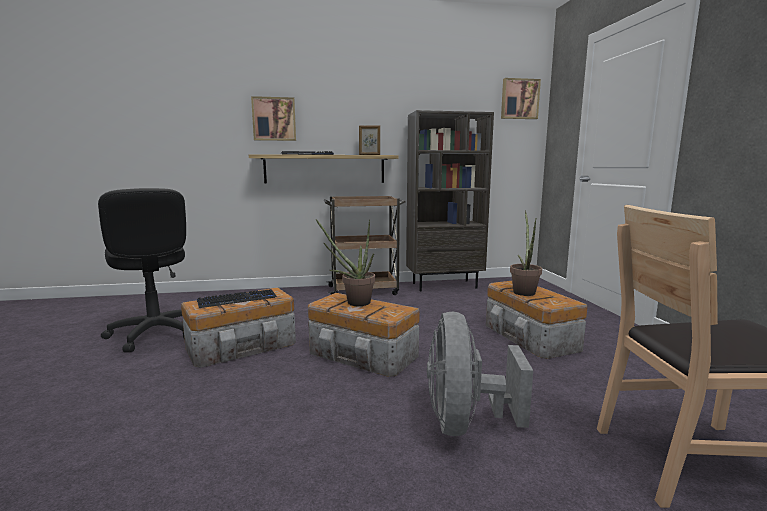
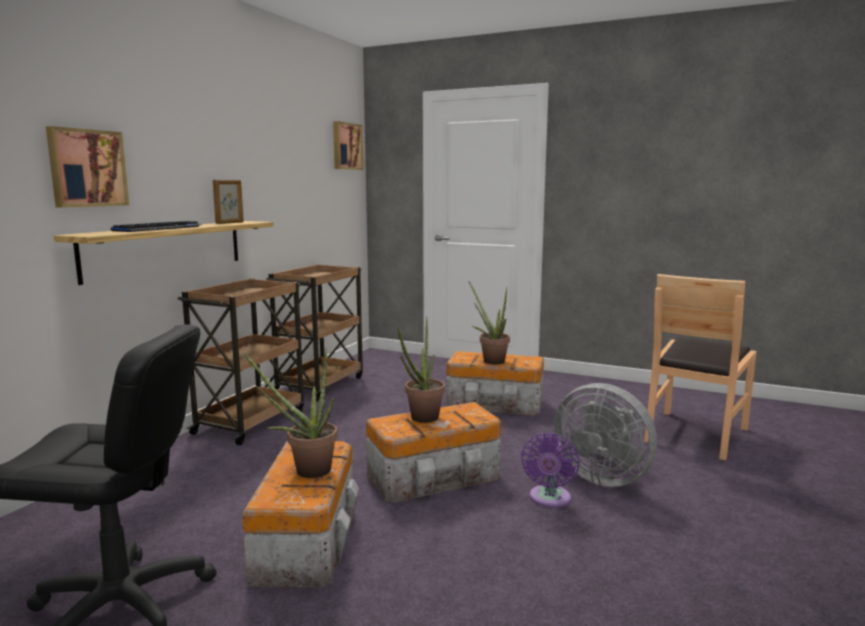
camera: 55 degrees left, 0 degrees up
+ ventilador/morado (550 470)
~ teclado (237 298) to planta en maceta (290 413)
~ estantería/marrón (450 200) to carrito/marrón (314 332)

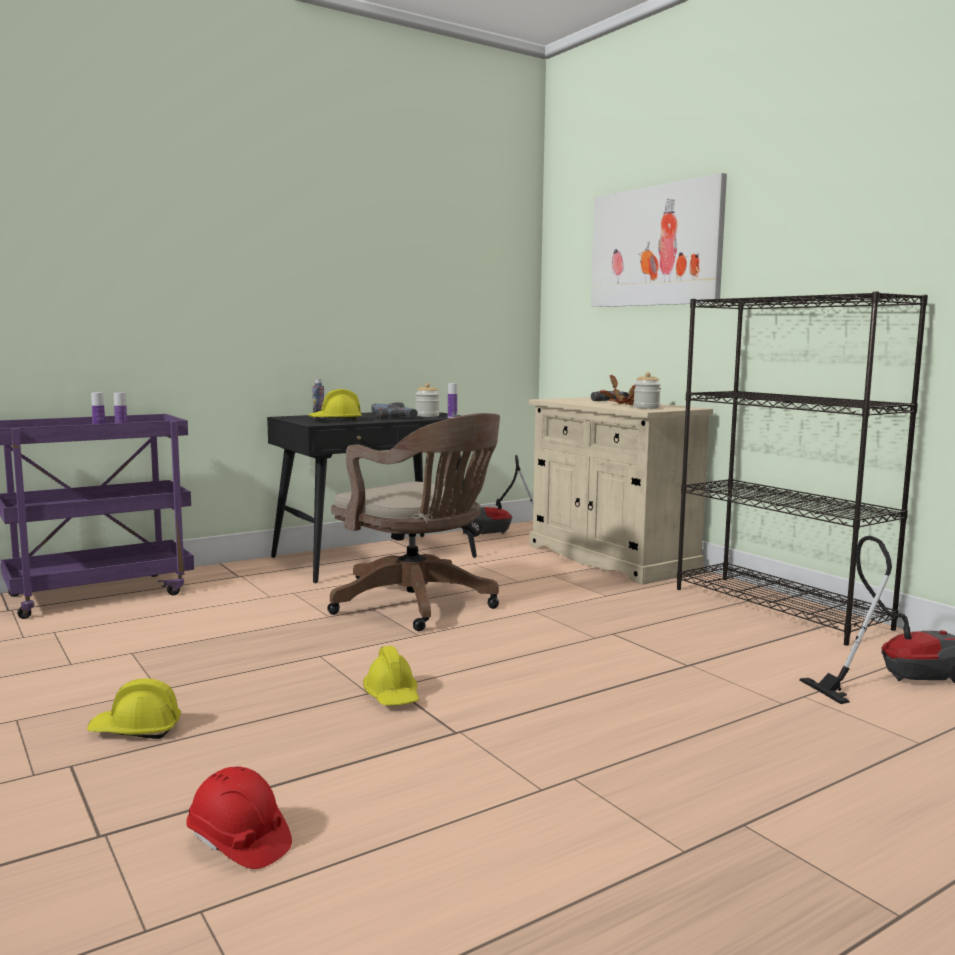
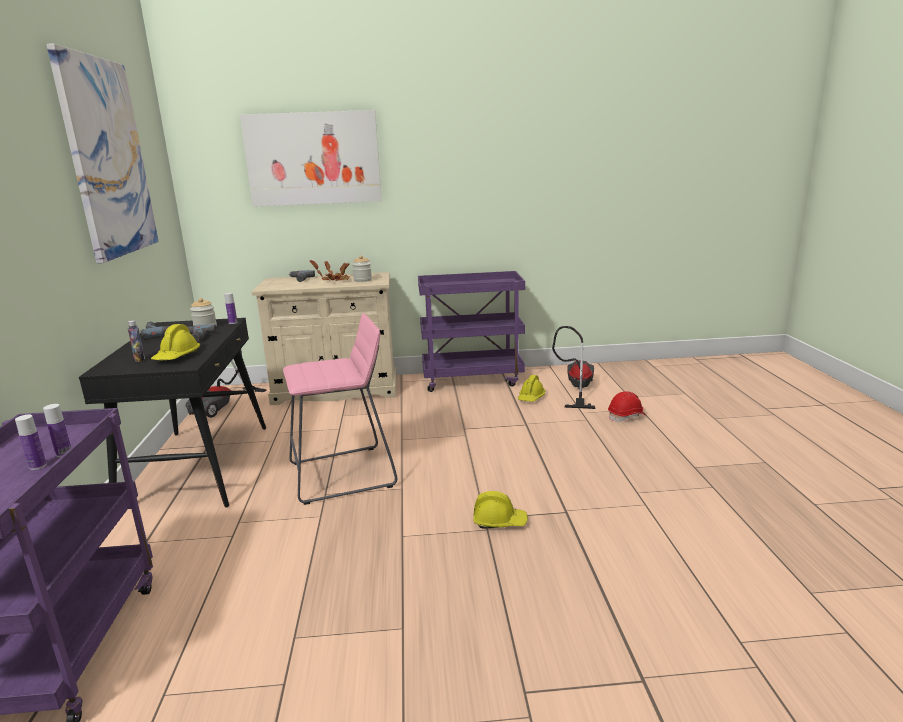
camera: 60 degrees left, 10 degrees up
+ cuadro (102 153)
~ casco/amarillo (134 708) to (531 388)
~ casco/rojo (239 817) to (627 406)
~ silla de oficina/marrón (413 522) to taburete/rosa (340 409)
~ estantería/negro (802 469) to carrito/morado (471 331)

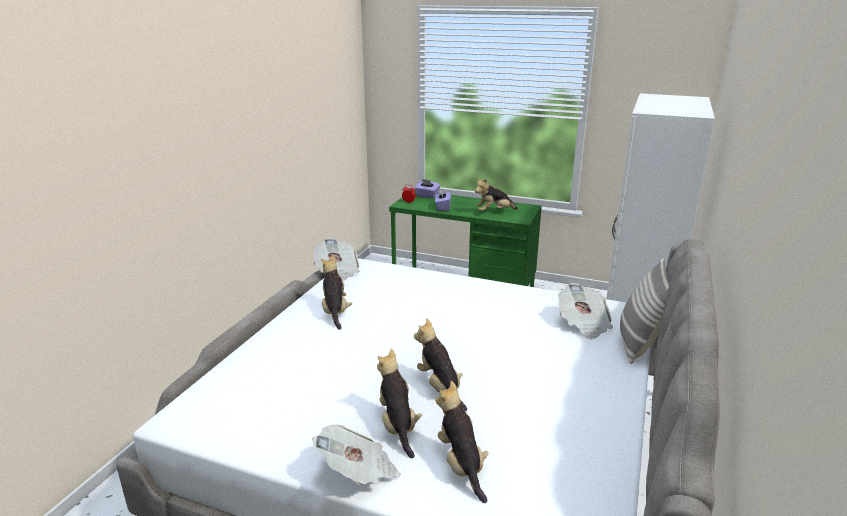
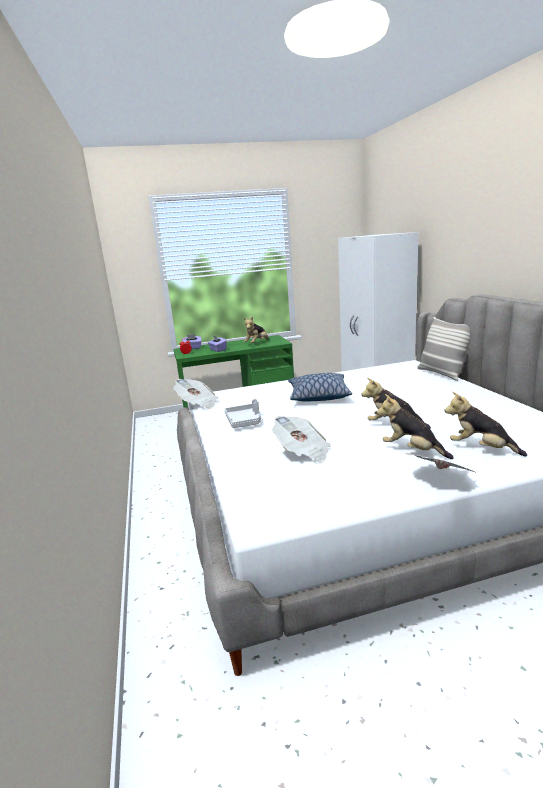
camera: 35 degrees left, 5 degrees down
+ cojín (320 387)
~ periódico (585 311) to (301 439)
~ peluche (336 292) to bandeja/gris (242 413)

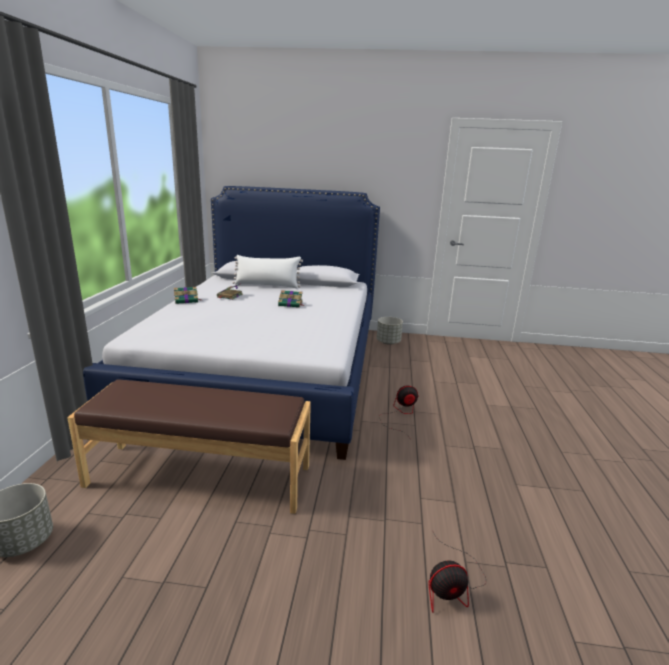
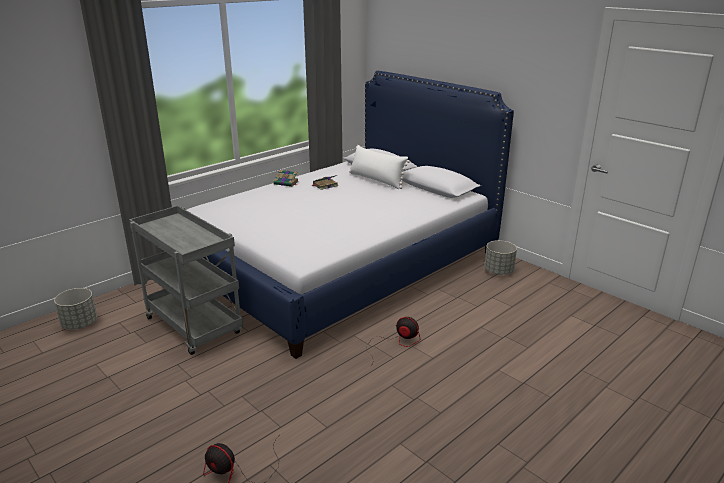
camera: 40 degrees right, 5 degrees up
- libro (291 299)
~ banco/marrón (189 446) to carrito/gris (186 280)

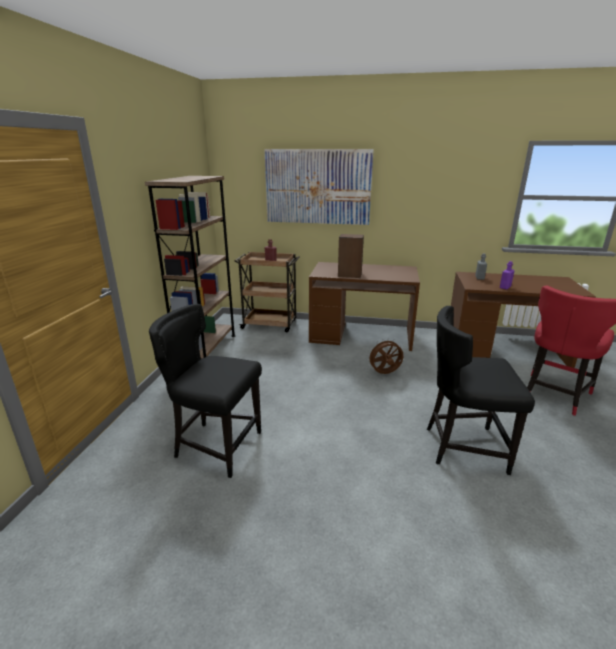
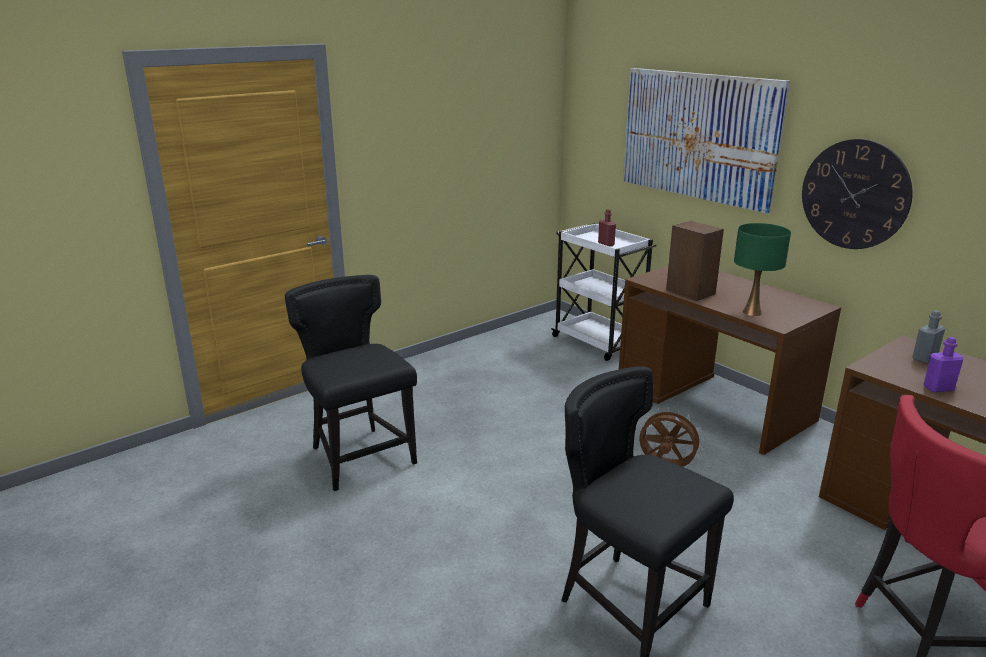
camera: 40 degrees right, 0 degrees up
- estantería/marrón (190 267)
+ lámpara de mesa/verde (762 269)
+ reloj de pared (857 194)
~ carrito/marrón (267 292) to carrito/blanco (603 292)

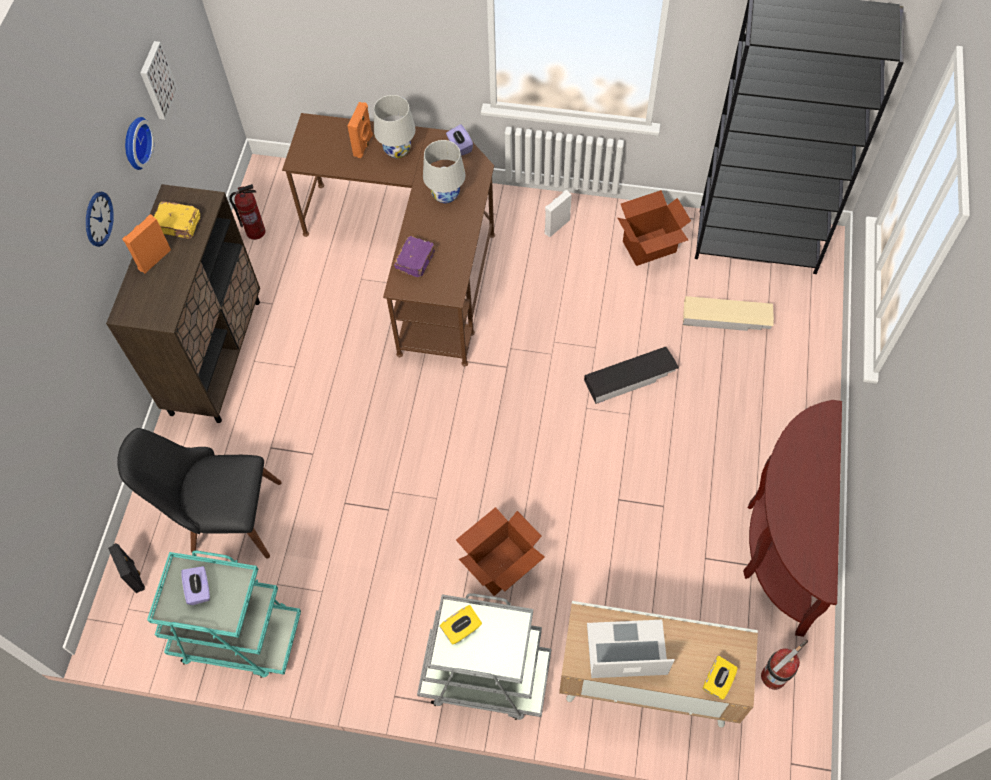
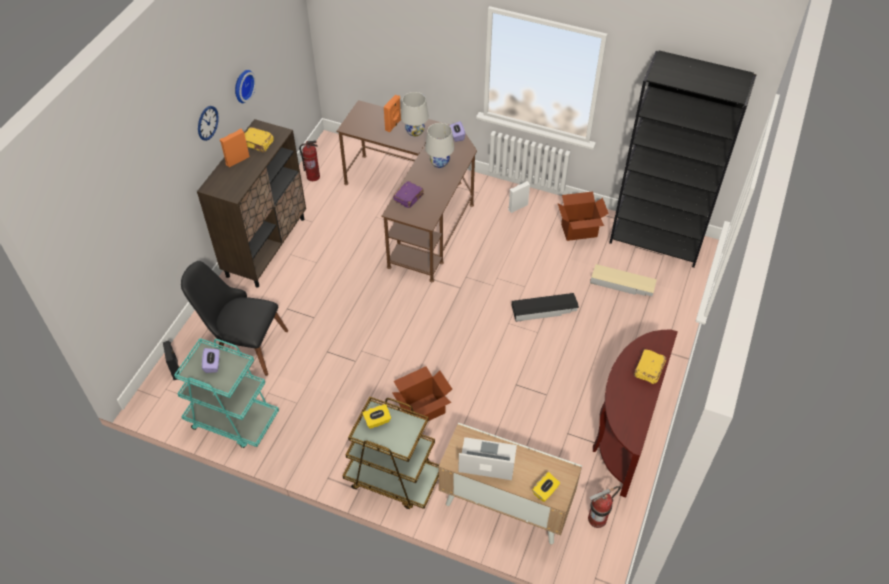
camera: 10 degrees right, 10 degrees down
- cuadro (159 80)
+ libro/amarillo (650 366)
~ carrito/gris (484 656) to carrito/marrón (391 453)

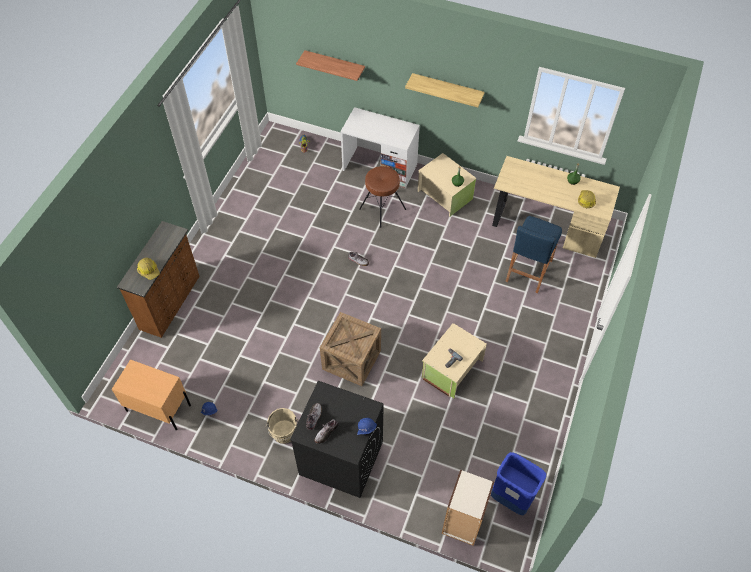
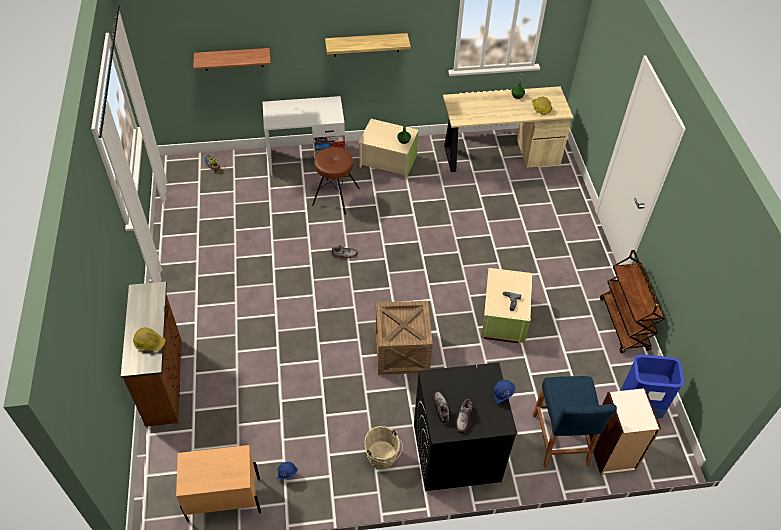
camera: 30 degrees left, 5 degrees down
+ carrito/marrón (632 301)
~ taburete/azul (533 254) to (575 422)

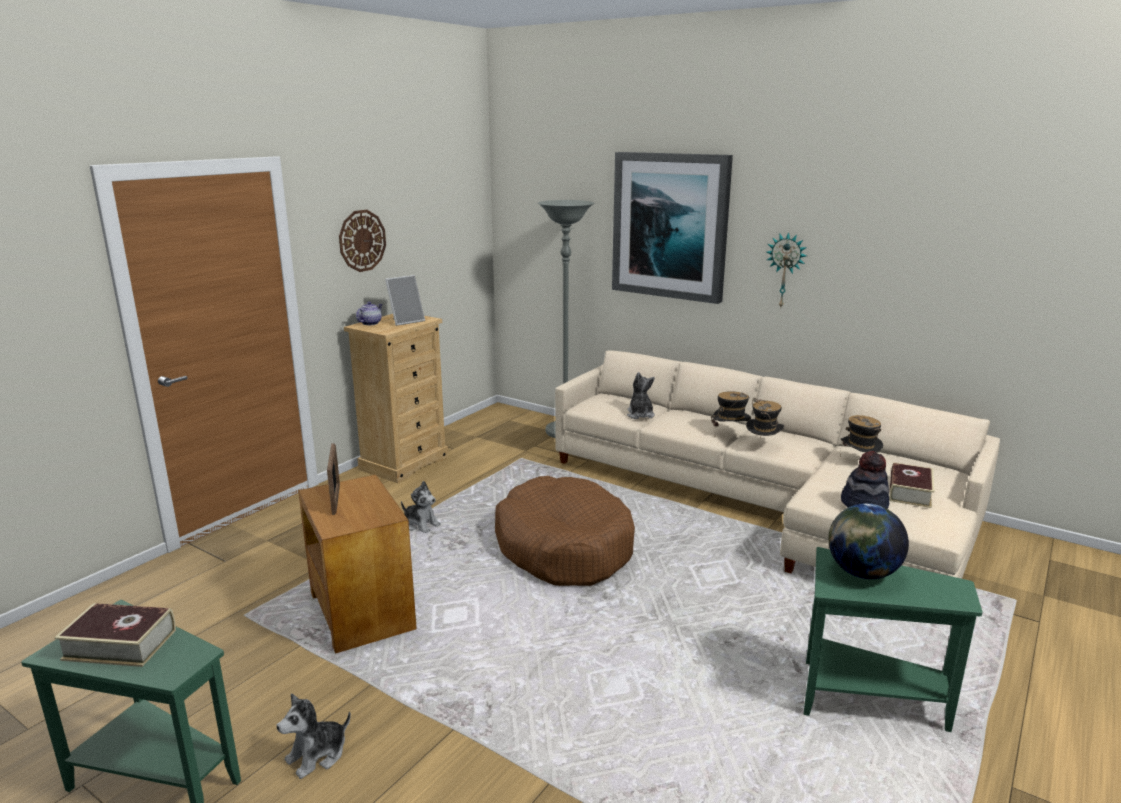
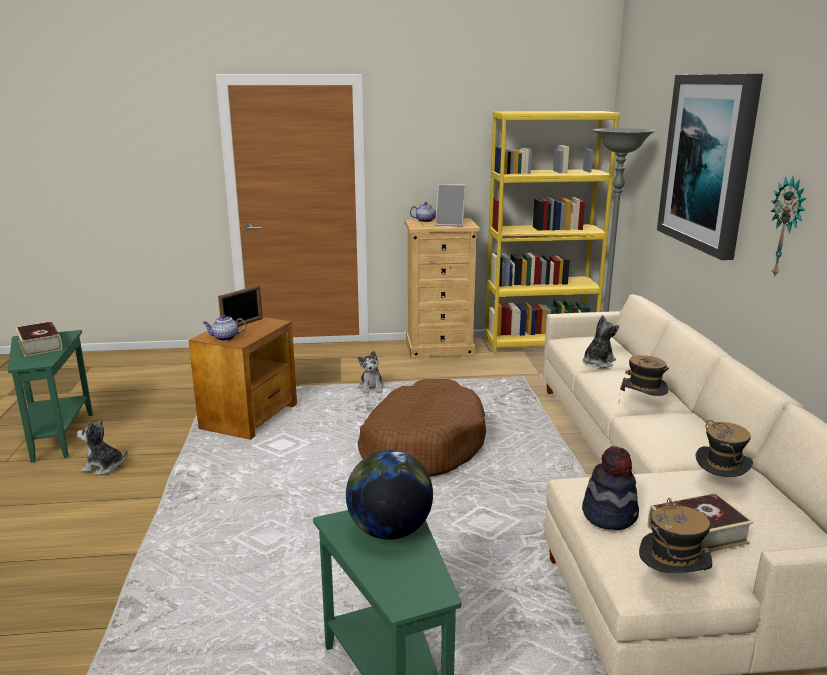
camera: 50 degrees right, 0 degrees up
- reloj de pared (362 241)
+ tetera (224 328)
+ estantería/amarillo (552 232)
~ sombrero (765 419) to (675 535)

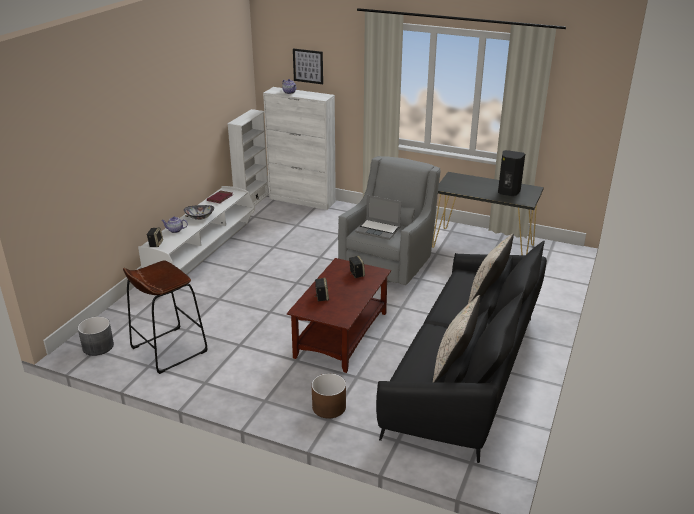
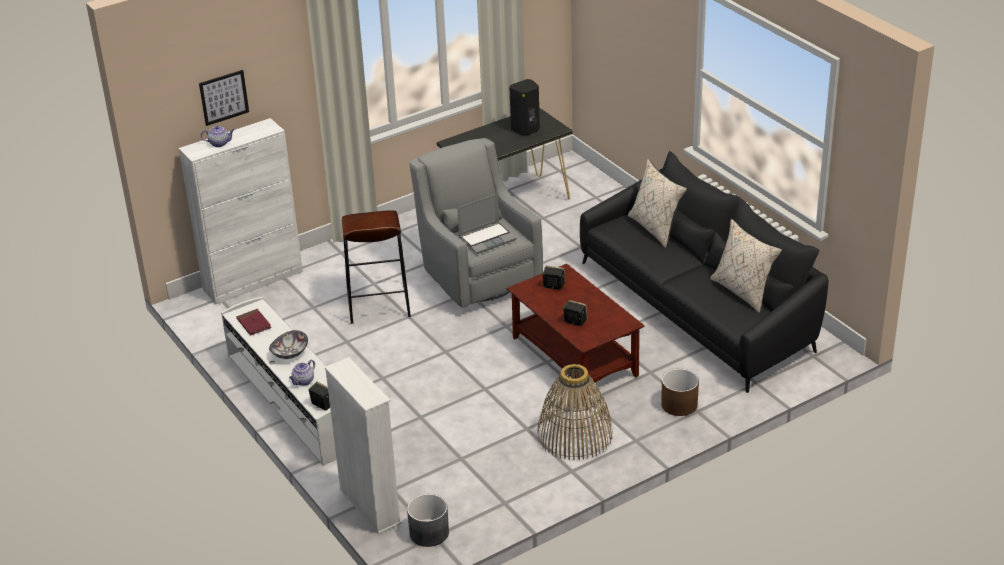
camera: 55 degrees left, 5 degrees up
+ cesta (575 412)
~ taburete/marrón (165 317) to (376 266)
~ estantería/blanco (248 157) to (363 445)

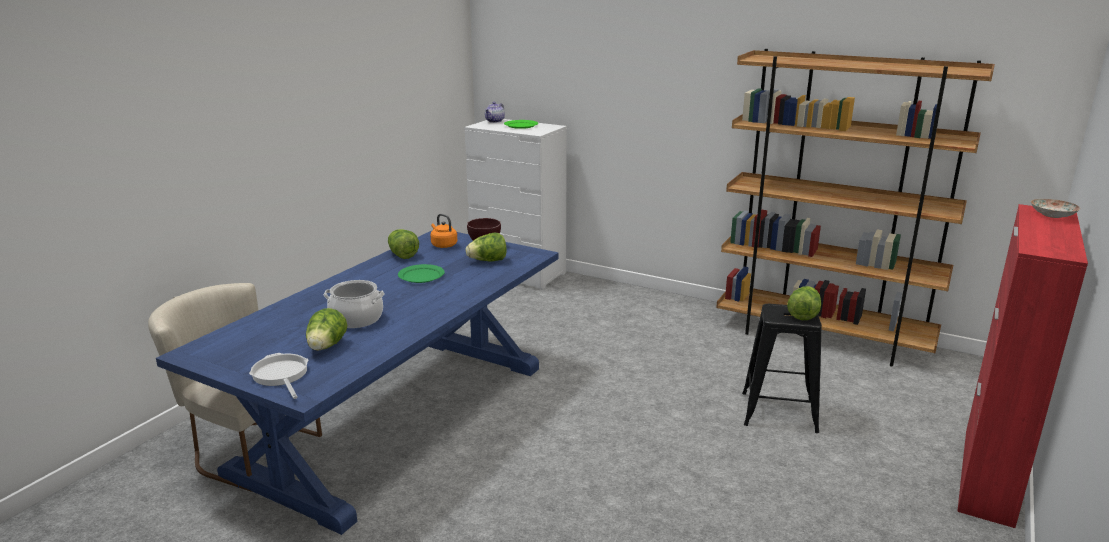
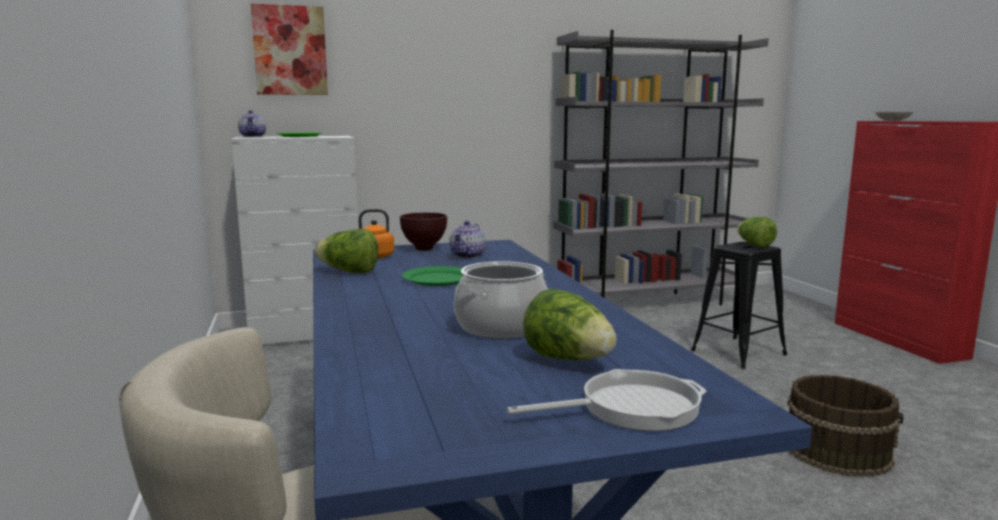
camera: 45 degrees left, 10 degrees down
+ cuadro (289 49)
+ cubo/marrón (845 426)
~ lechuga (486 247) to tetera (467 239)
~ estantería/marrón (855 208) to estantería/gris (661 167)
~ sartén (278 376) = (607 400) 150 degrees clockwise

